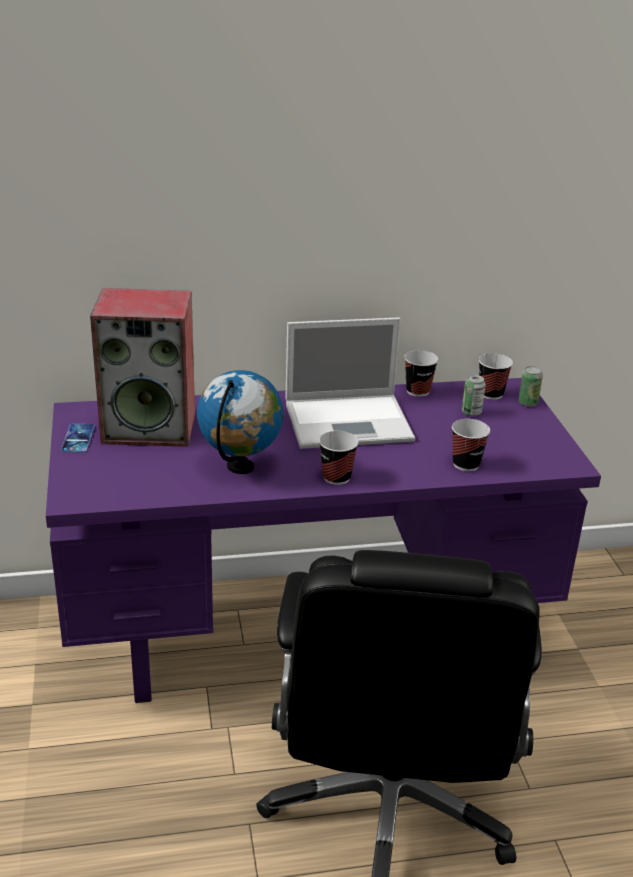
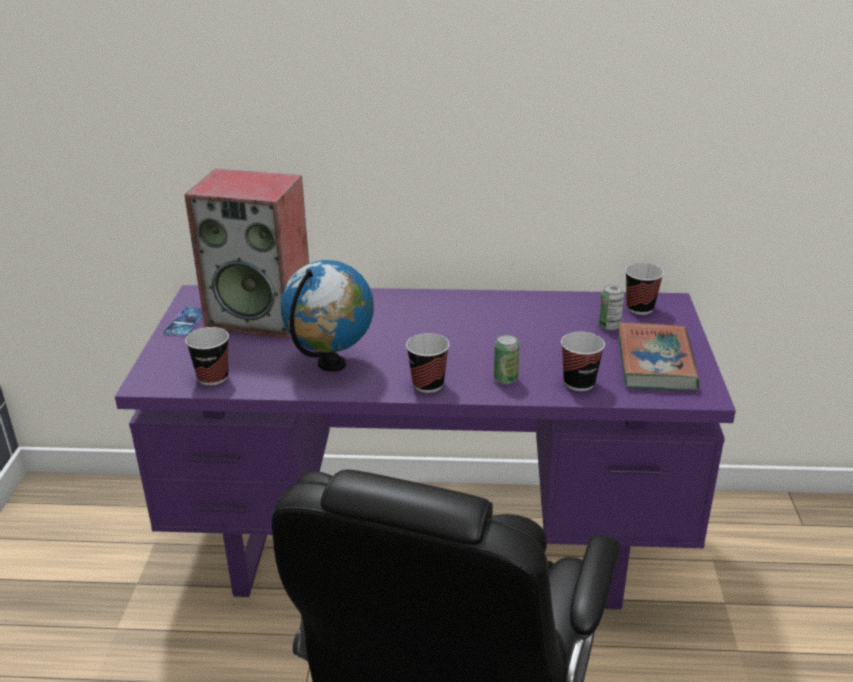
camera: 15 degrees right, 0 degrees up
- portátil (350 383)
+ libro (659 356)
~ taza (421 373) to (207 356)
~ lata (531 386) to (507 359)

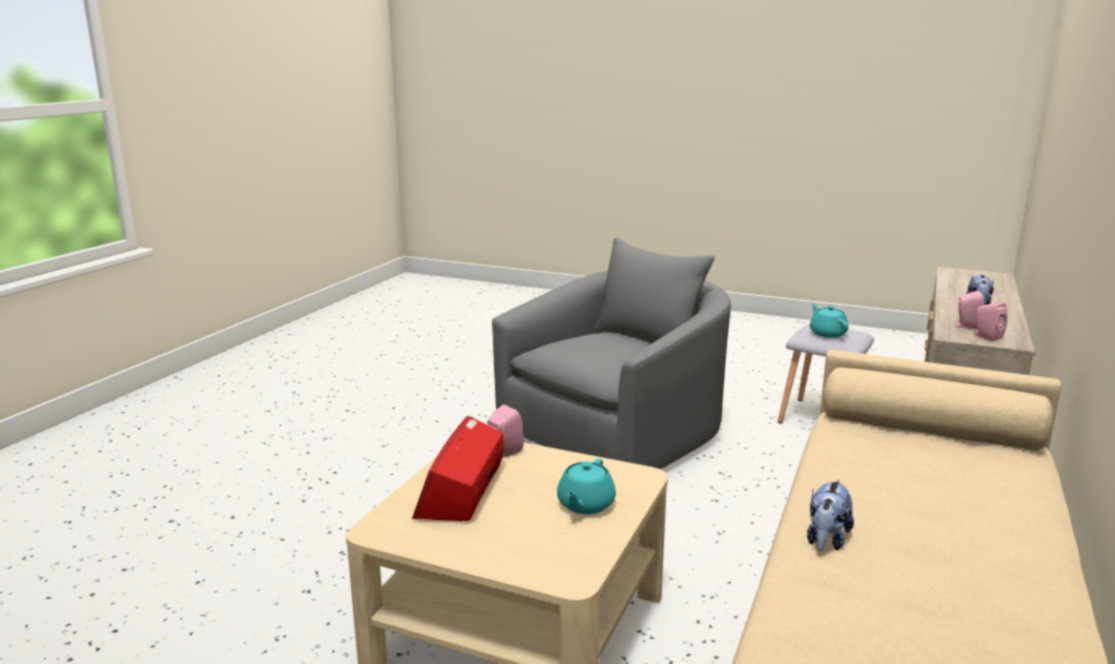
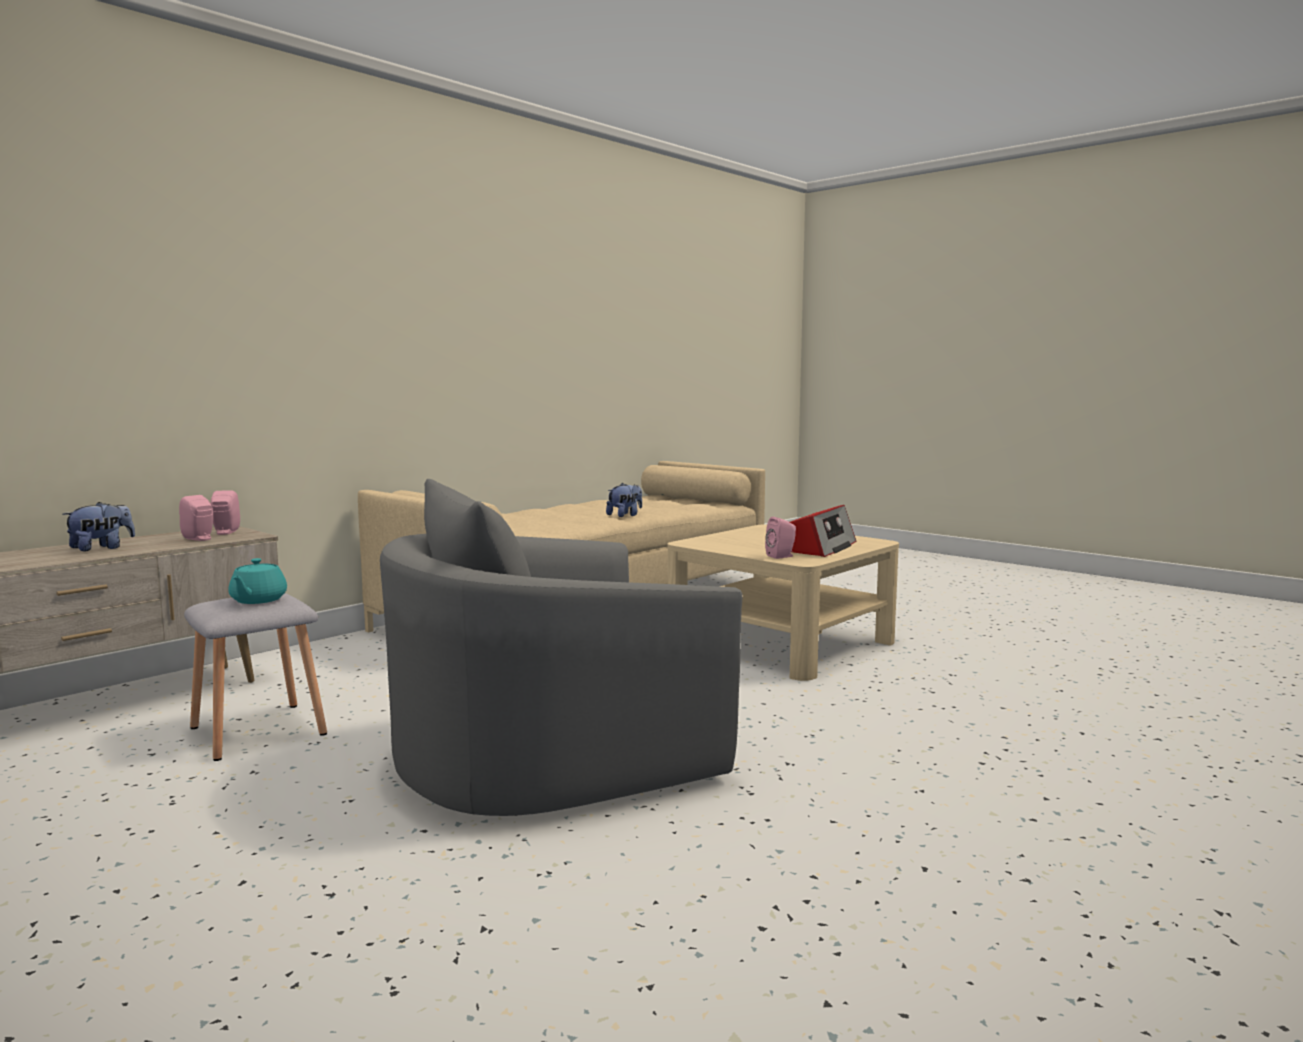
camera: 160 degrees left, 10 degrees down
- tetera/turquesa (586 486)

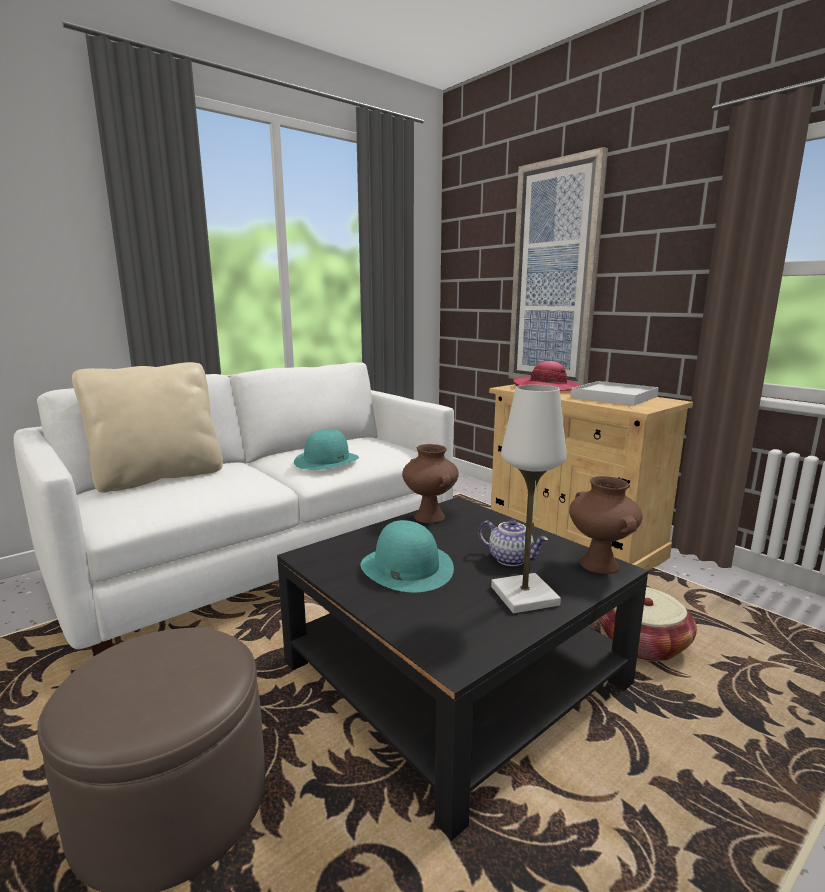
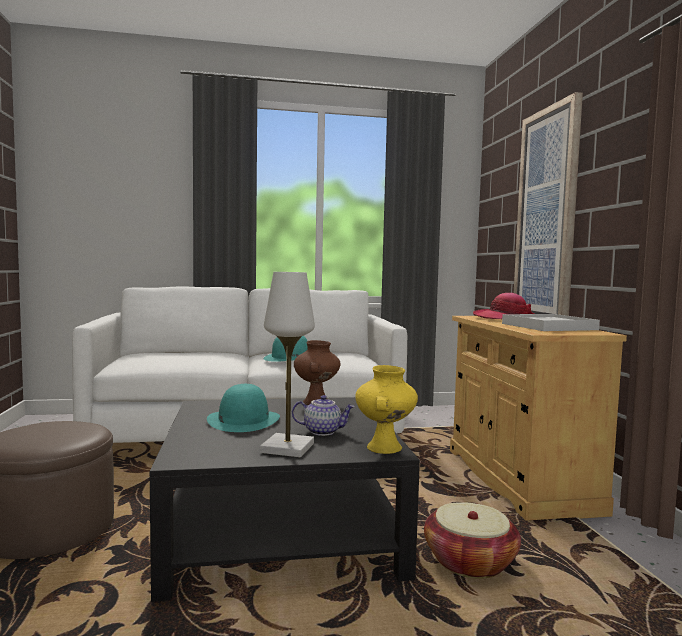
camera: 30 degrees right, 10 degrees down
- cojín/beis (147 427)
~ florero/marrón (606 525) to florero/amarillo (386 409)
~ tetera (513 542) = (323 415) 60 degrees counterclockwise

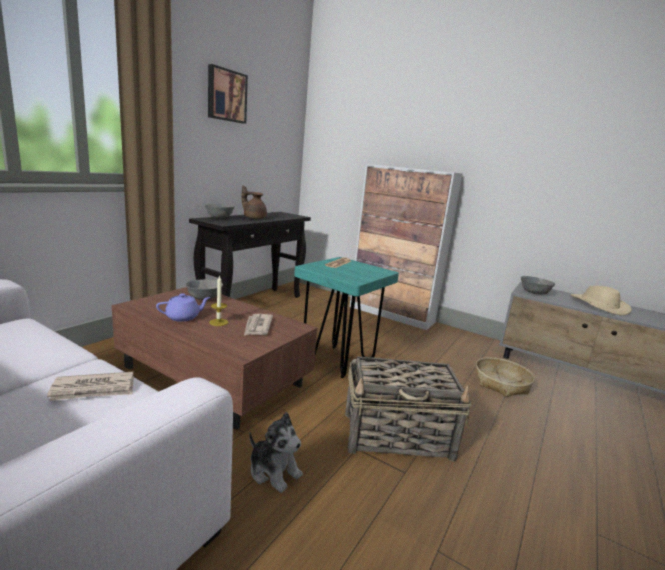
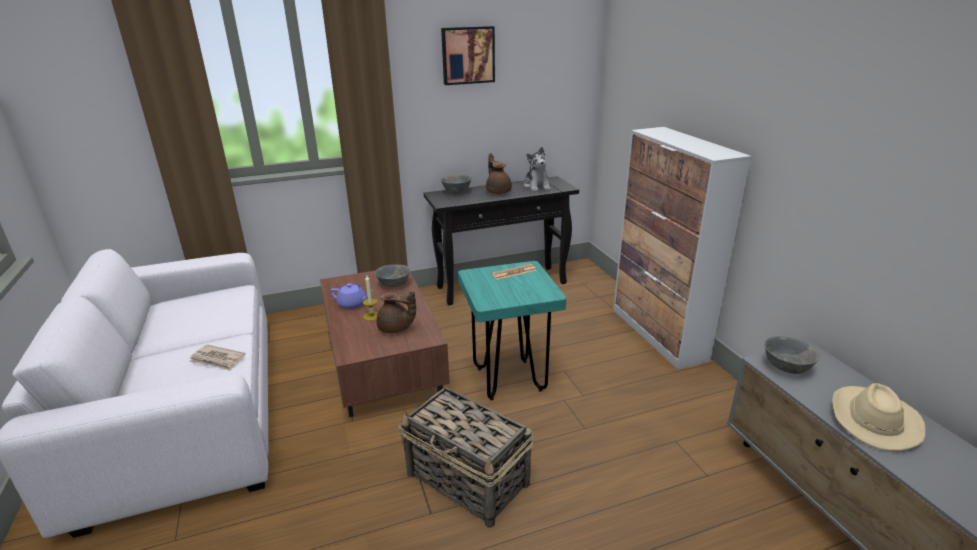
camera: 40 degrees right, 10 degrees up
- cesta (505 377)
~ peluche (276 452) to (537 169)
~ periódico (258 324) to tetera/marrón (396 313)

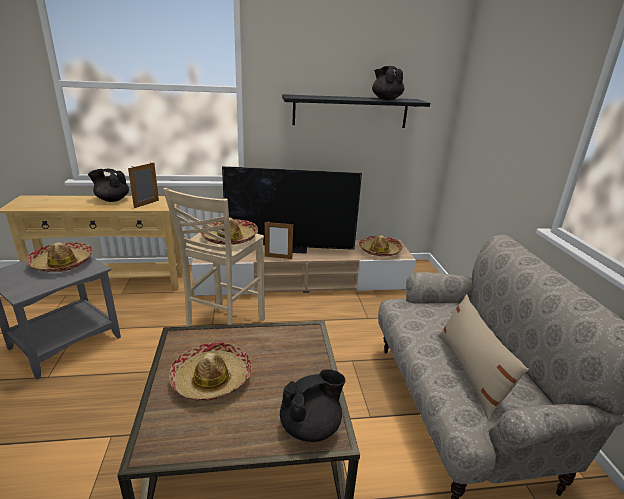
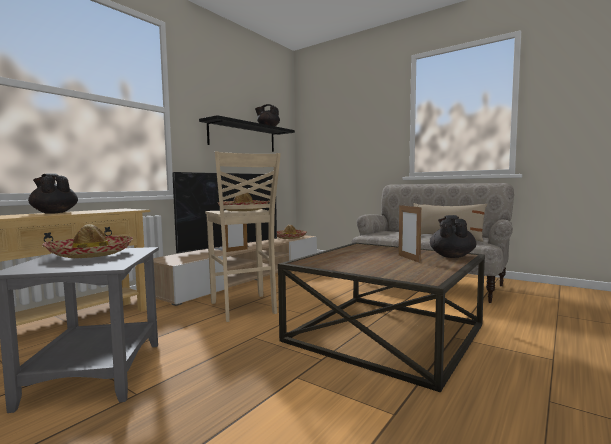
camera: 45 degrees left, 20 degrees down
- sombrero (210 371)
~ portarretratos (143 185) to (410 234)
~ tetera/negro (108 185) = (53 193) 75 degrees clockwise

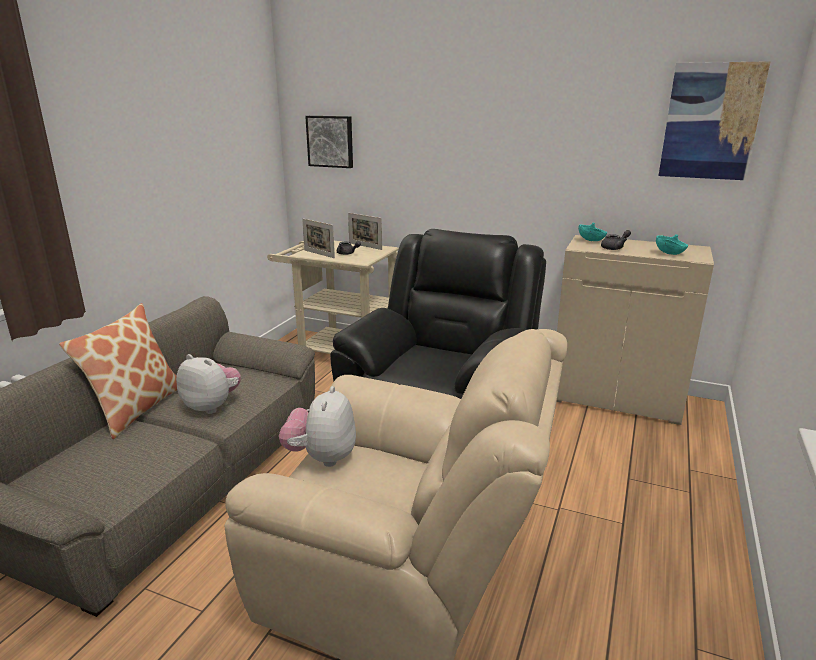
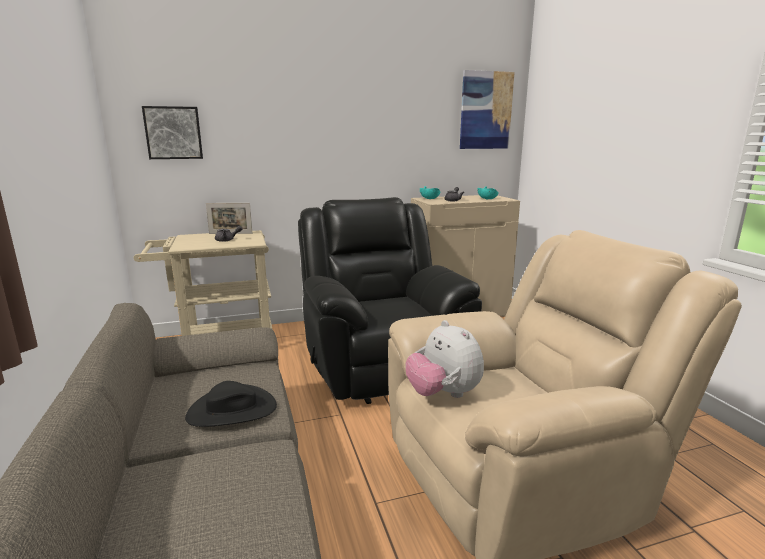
camera: 40 degrees left, 5 degrees down
- cojín (118 371)
- portarretratos (318 238)
~ peluche (208 384) to sombrero/negro (231 404)

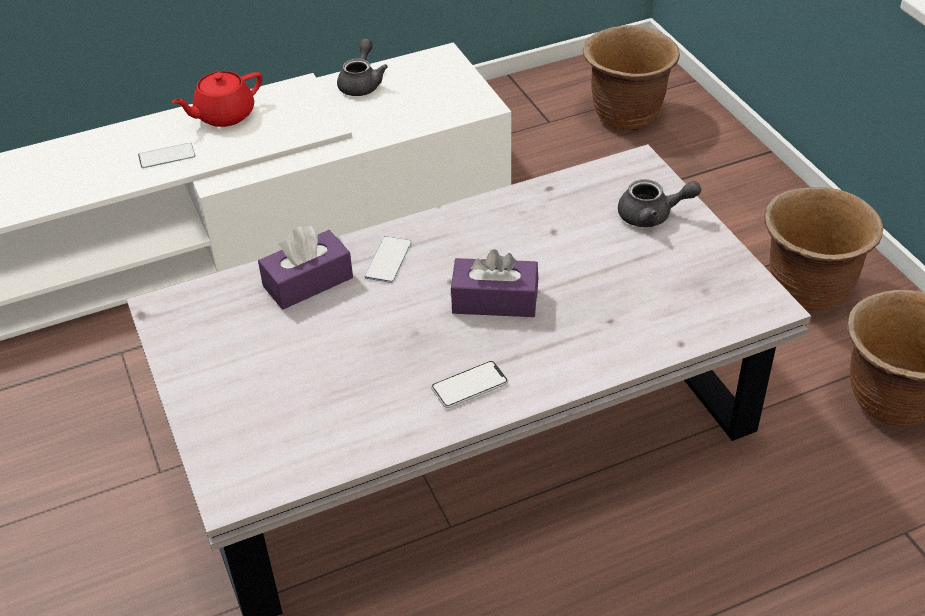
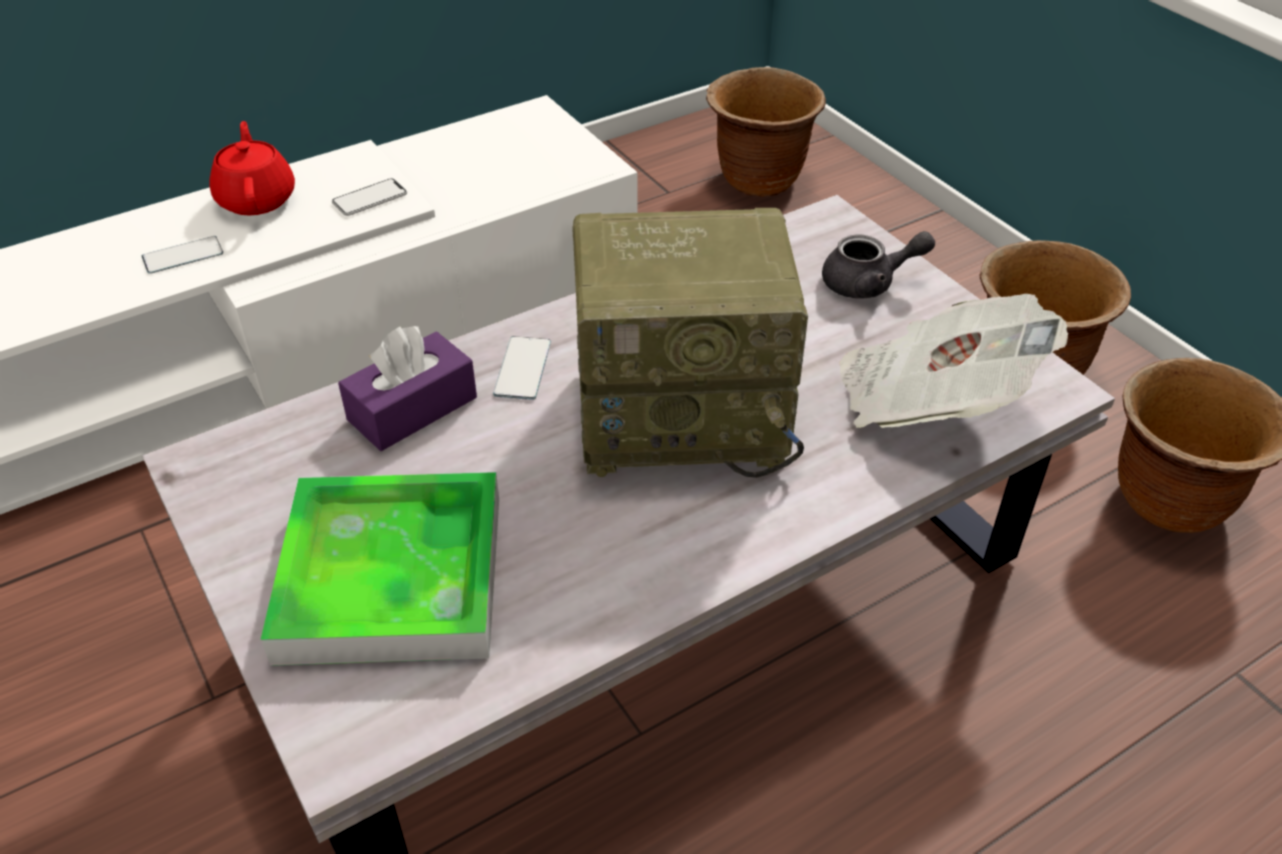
camera: 10 degrees left, 0 degrees up
- tetera/gris (362 67)
+ bandeja (380 569)
+ periódico (953 361)
~ móvil (469 384) to (369 197)
~ caja de pañuelos/morado (494 283) to radio (690 343)
~ tetera/rojo (217 99) = (252 168) 120 degrees clockwise

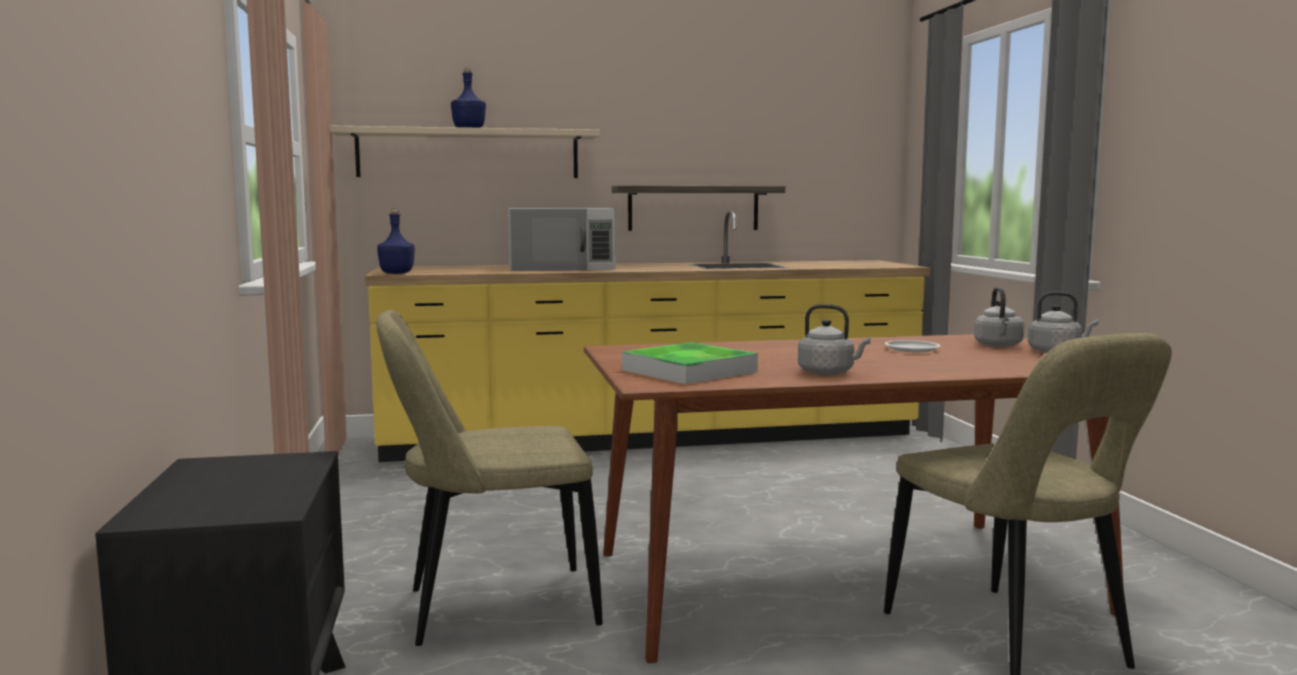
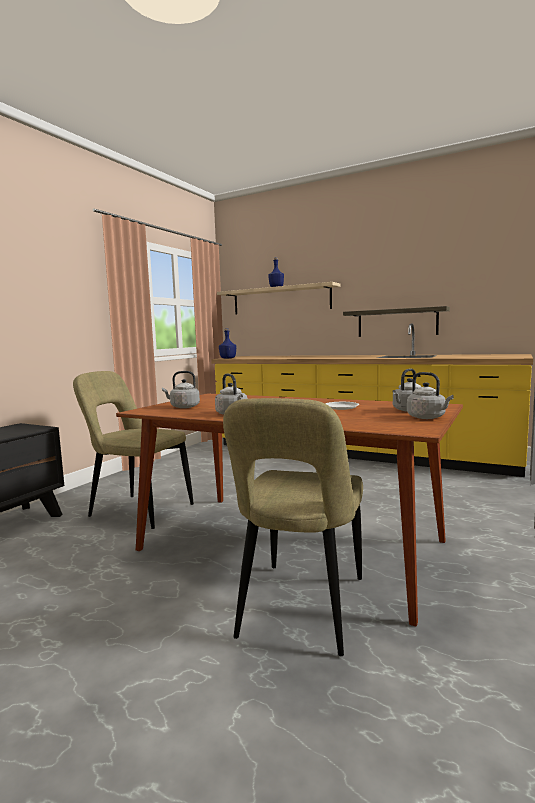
camera: 40 degrees right, 0 degrees up
- microondas/blanco (562 239)
~ bandeja (690 363) to hervidor/gris (181 389)

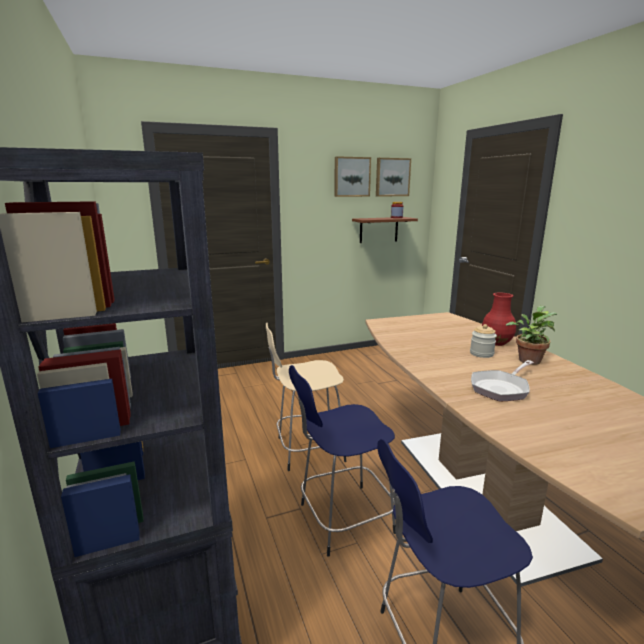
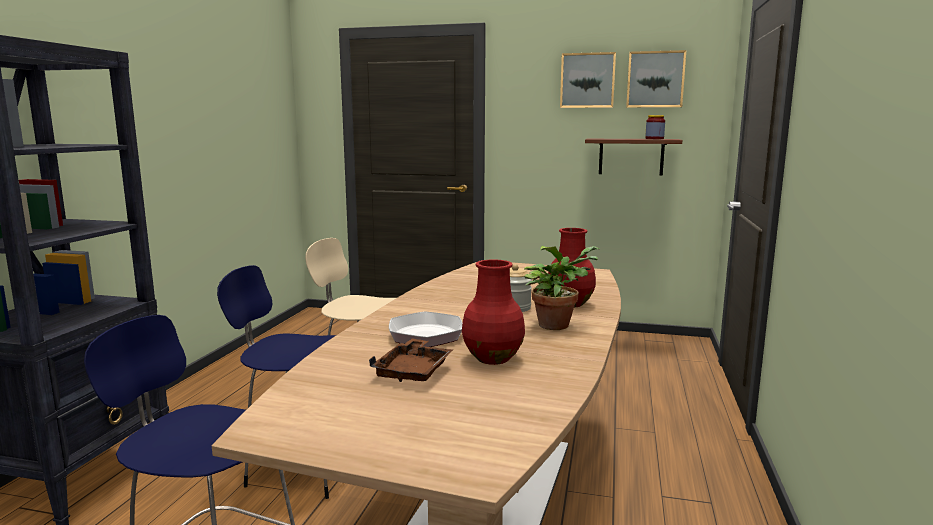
camera: 35 degrees right, 5 degrees down
+ bandeja/marrón (411 360)
+ florero/rojo (493 312)

